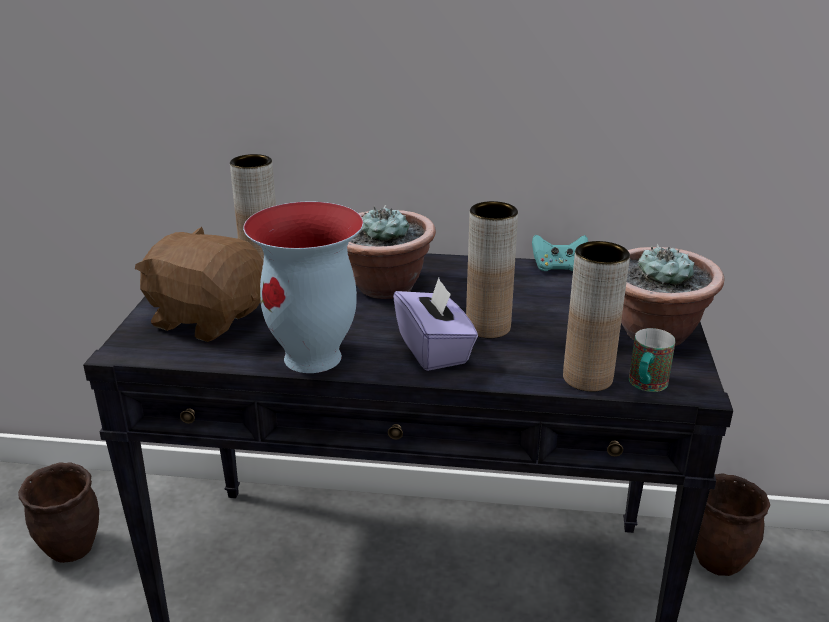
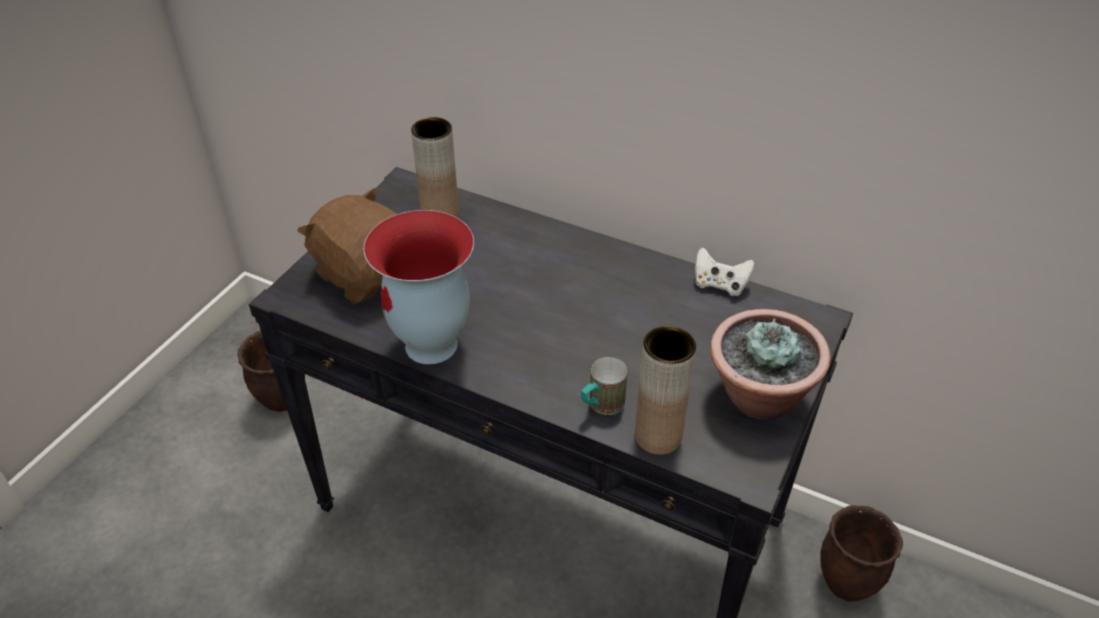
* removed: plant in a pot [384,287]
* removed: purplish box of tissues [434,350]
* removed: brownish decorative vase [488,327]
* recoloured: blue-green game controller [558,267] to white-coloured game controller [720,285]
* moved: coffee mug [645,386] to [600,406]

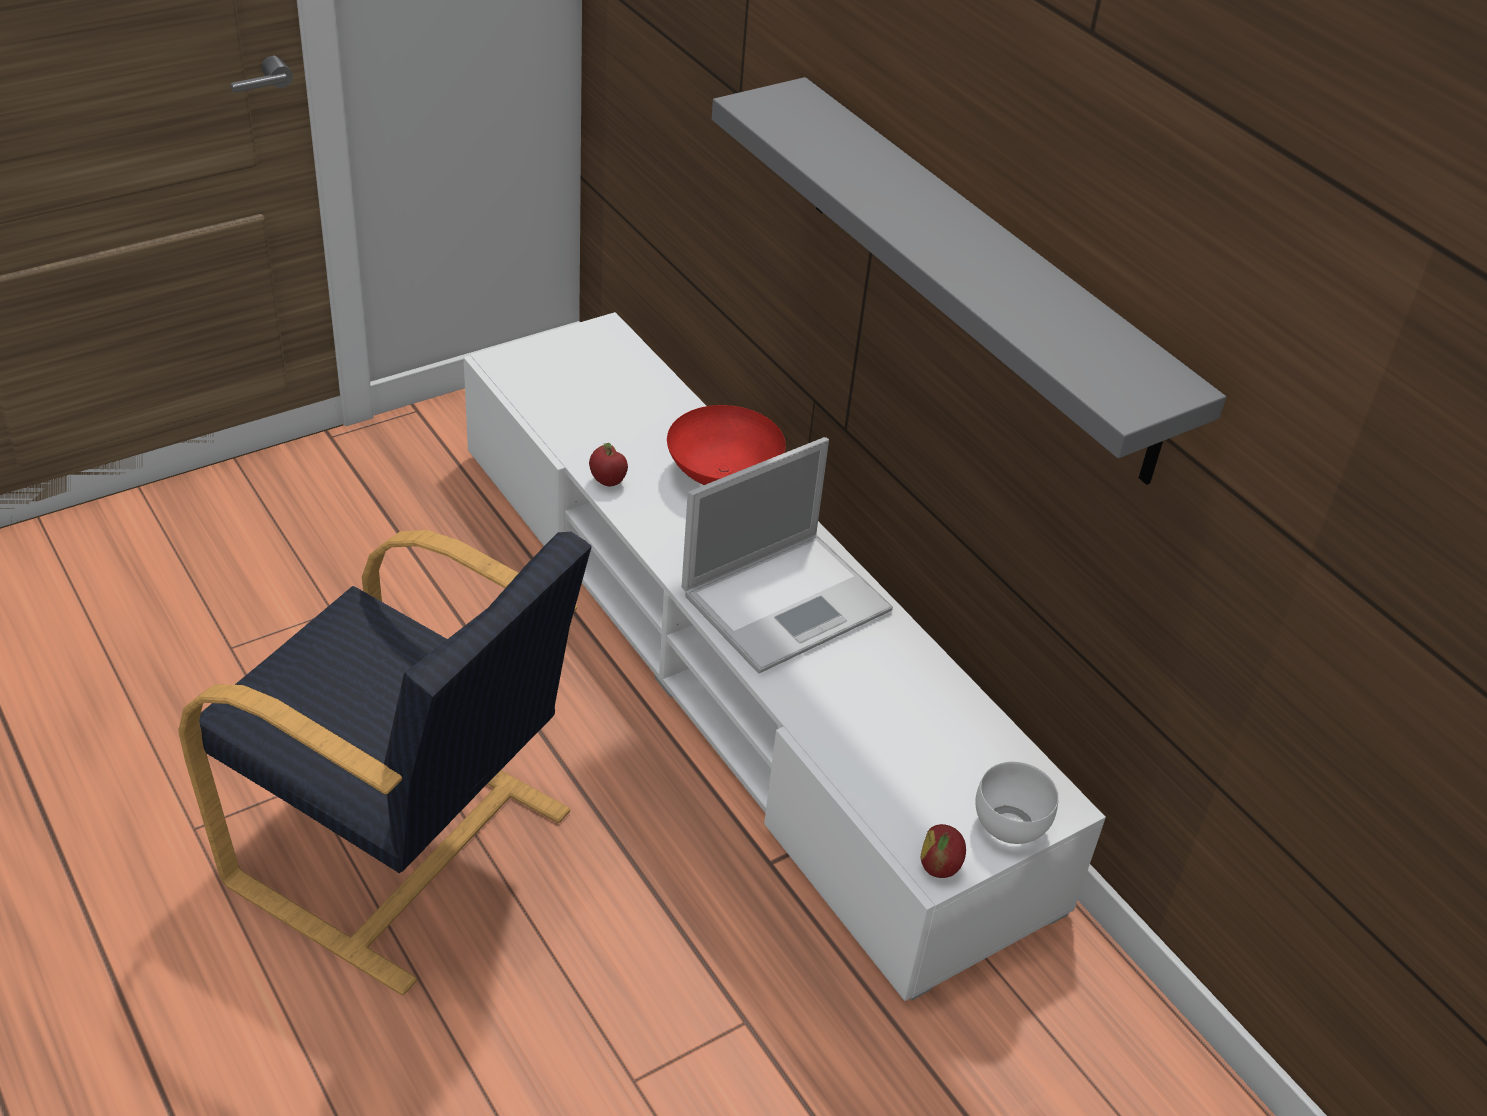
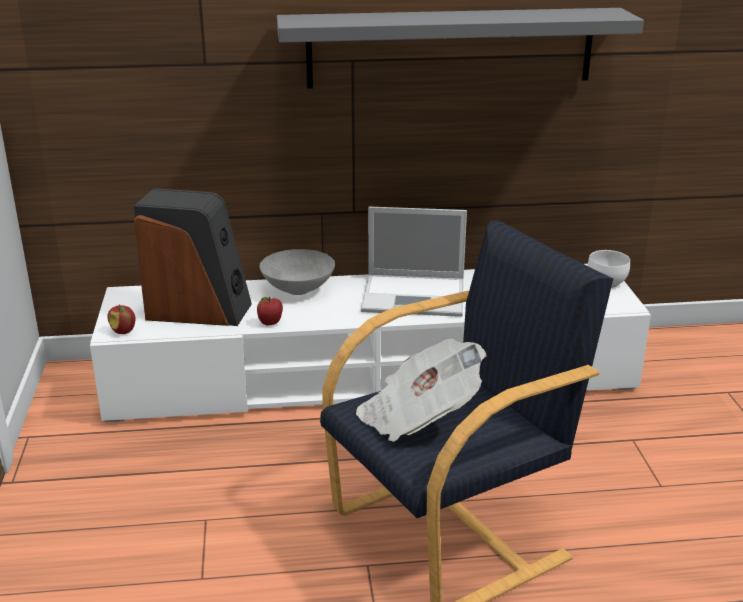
* recoloured: red-coloured bowl [725,475] to grey bowl [298,289]
* turned: portable computer [788,600] = [416,296] 105 degrees clockwise
* moved: apple fruit [939,868] to [123,331]
* added: audio speaker [199,310]
* added: printed paper [419,416]

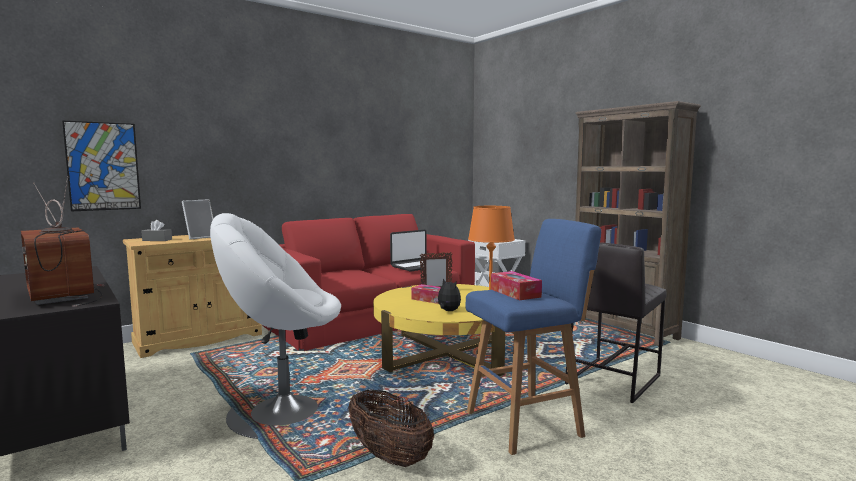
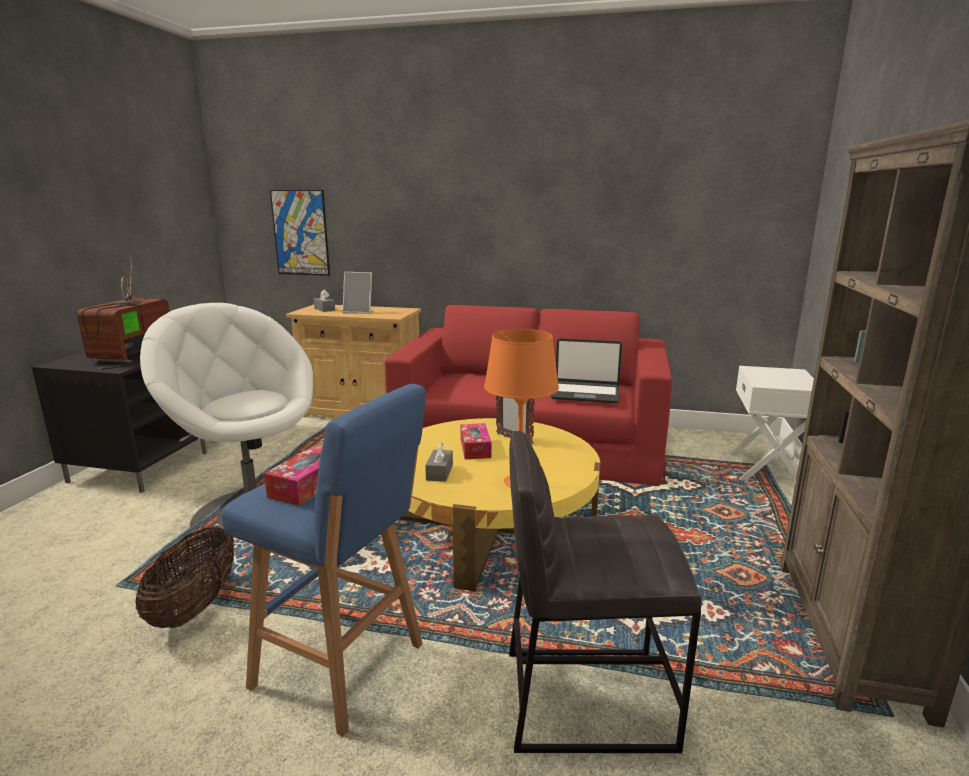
* replaced: soft toy [447,311] to grey box of tissues [439,472]

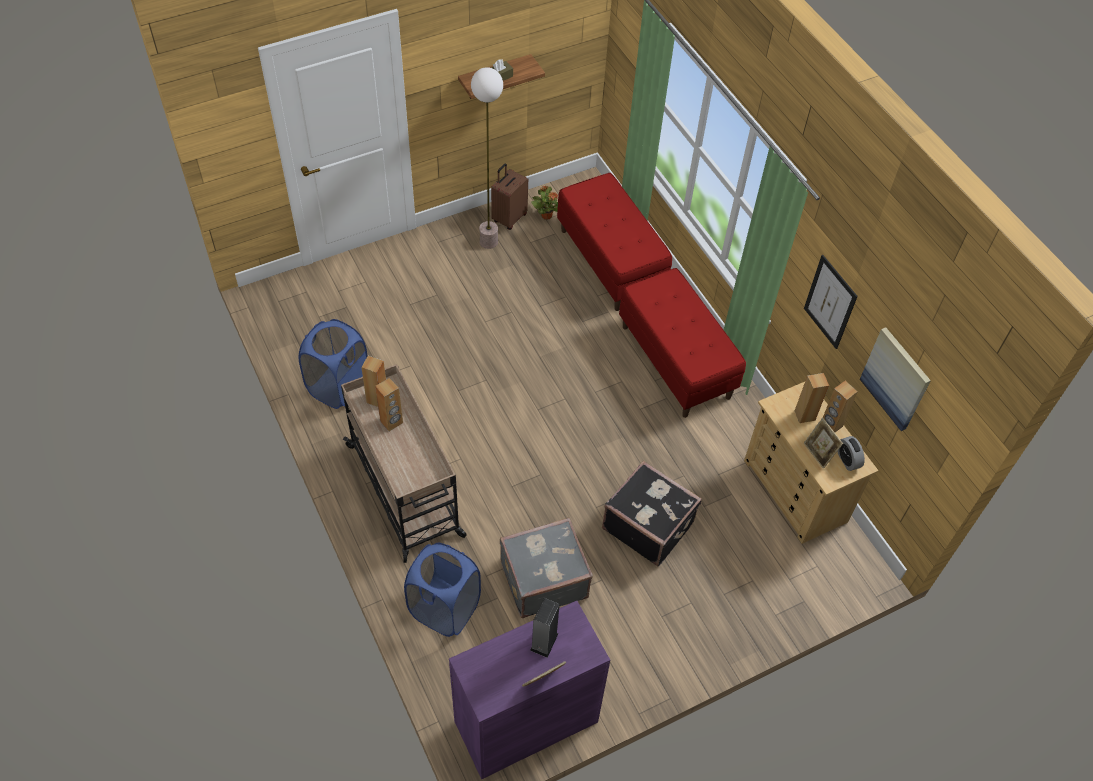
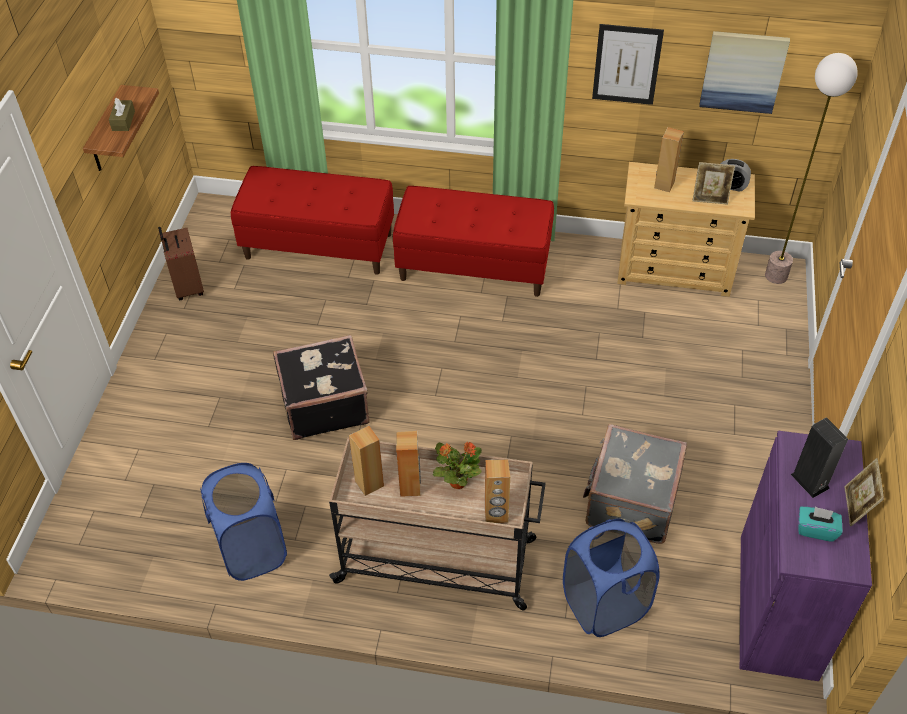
* moved: floor lamp [488,241] to [775,276]
* moved: plant in a pot [546,215] to [457,482]
* moved: black piece of luggage [648,525] to [323,404]
* moved: brownish audio speaker [831,425] to [496,514]
* added: blue-green box of tissues [816,529]

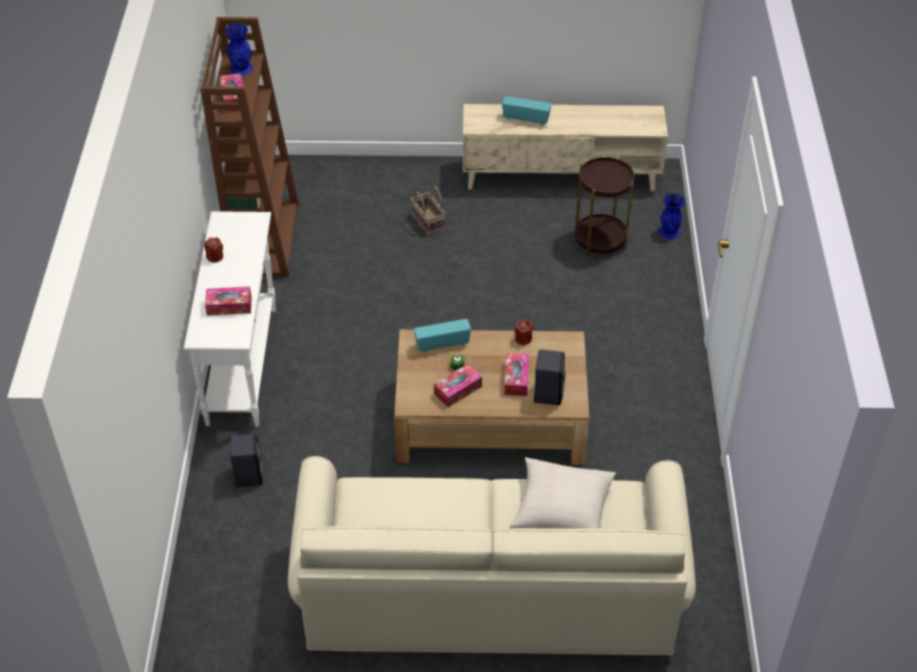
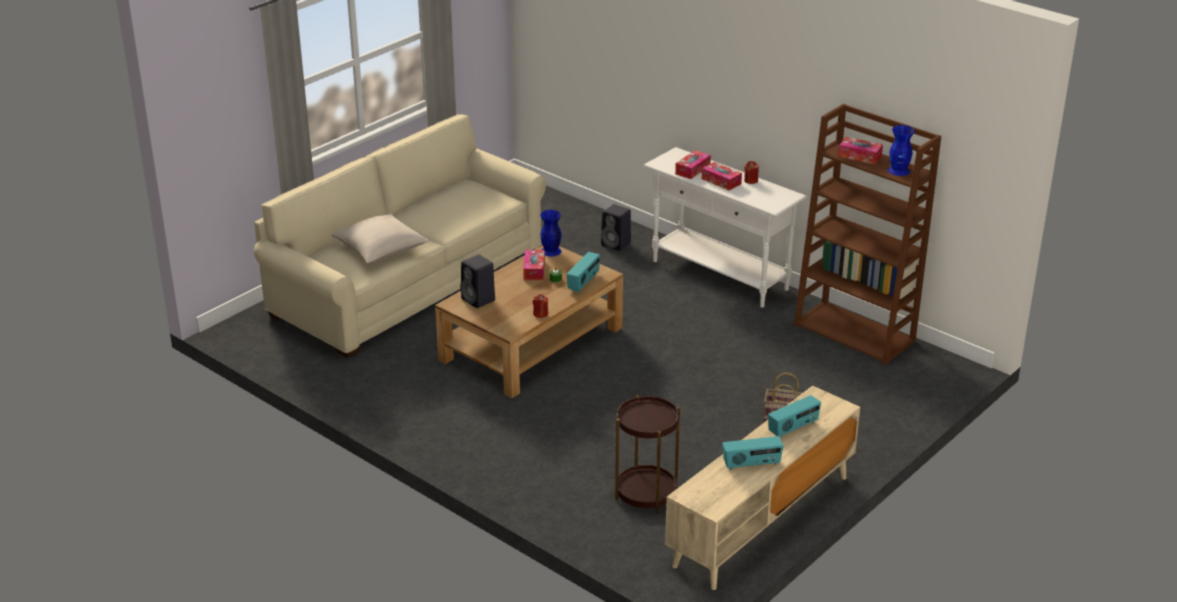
* moved: box of tissues [516,379] to [721,181]
* moved: bluish decorative vase [669,232] to [550,251]
* added: radio set [751,464]

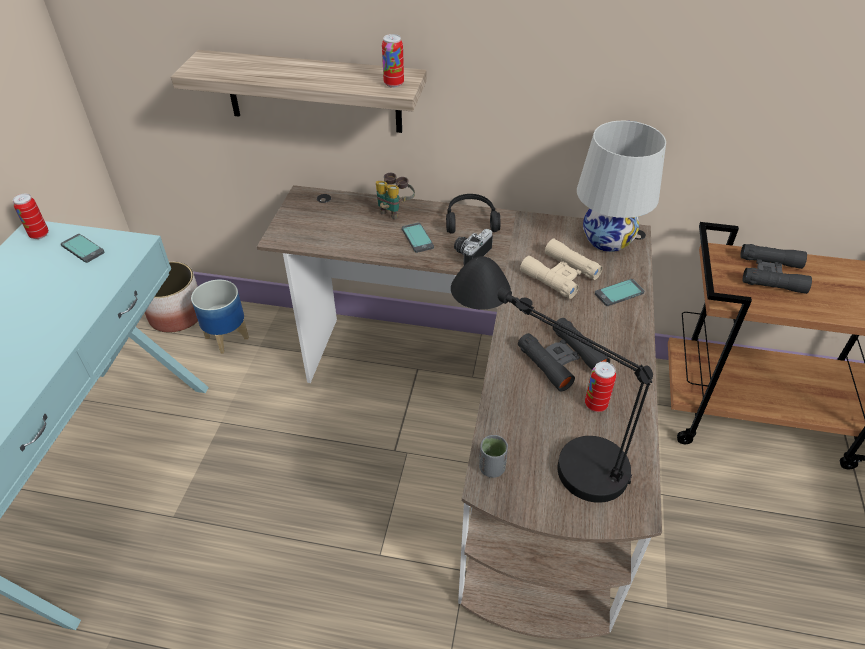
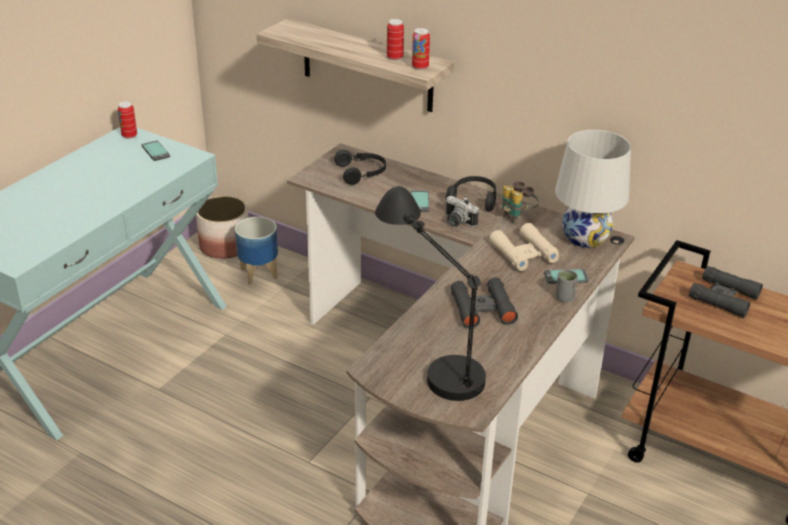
* moved: pair of binoculars [394,210] to [517,217]
* turned: photo camera [470,254] = [456,222] 105 degrees counterclockwise
* moved: grey cup [491,468] to [564,298]
* moved: sealed can [596,404] to [394,58]
* added: black pair of headphones [362,173]

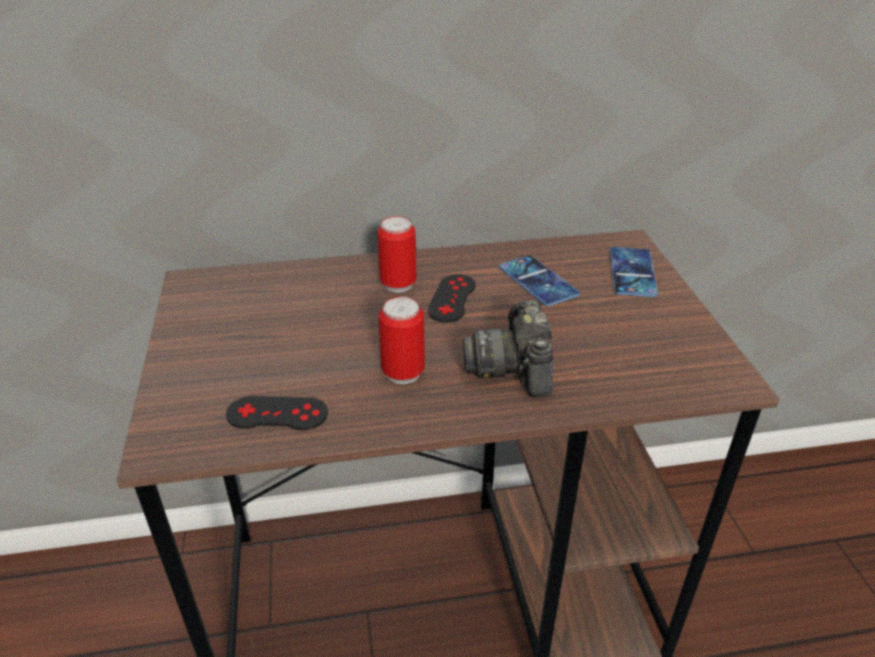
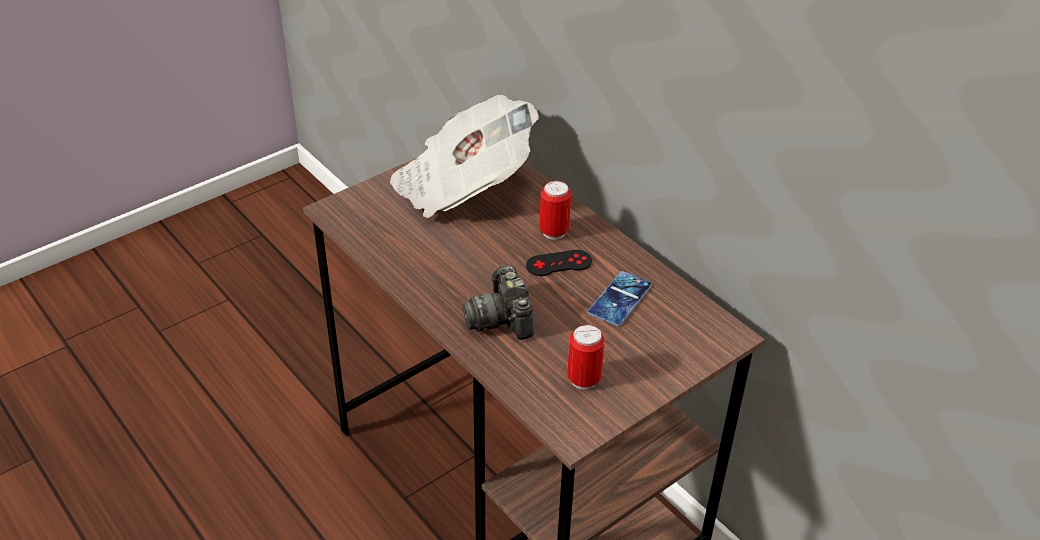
* removed: black game controller [277,414]
* moved: sealed can [403,373] to [583,379]
* turned: photo camera [513,368] = [501,318] 75 degrees counterclockwise
* removed: telephone [632,272]
* added: printed paper [462,186]

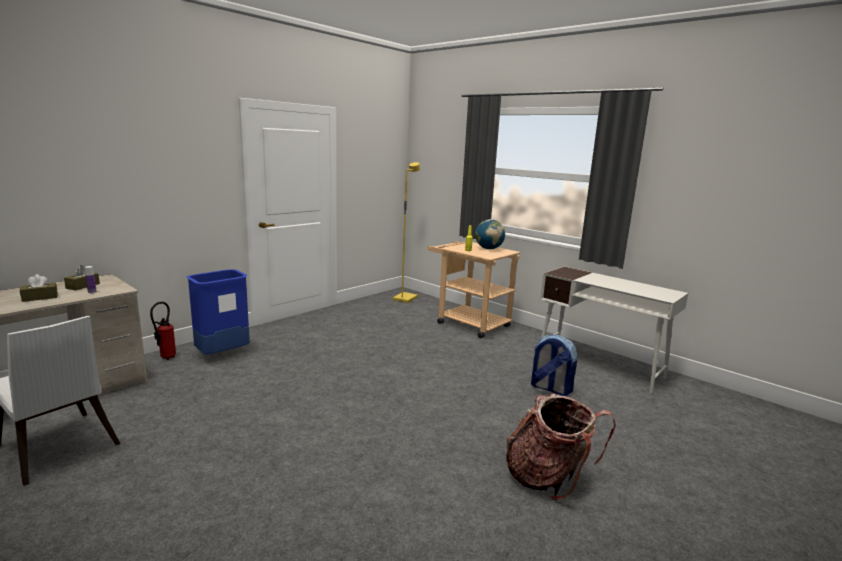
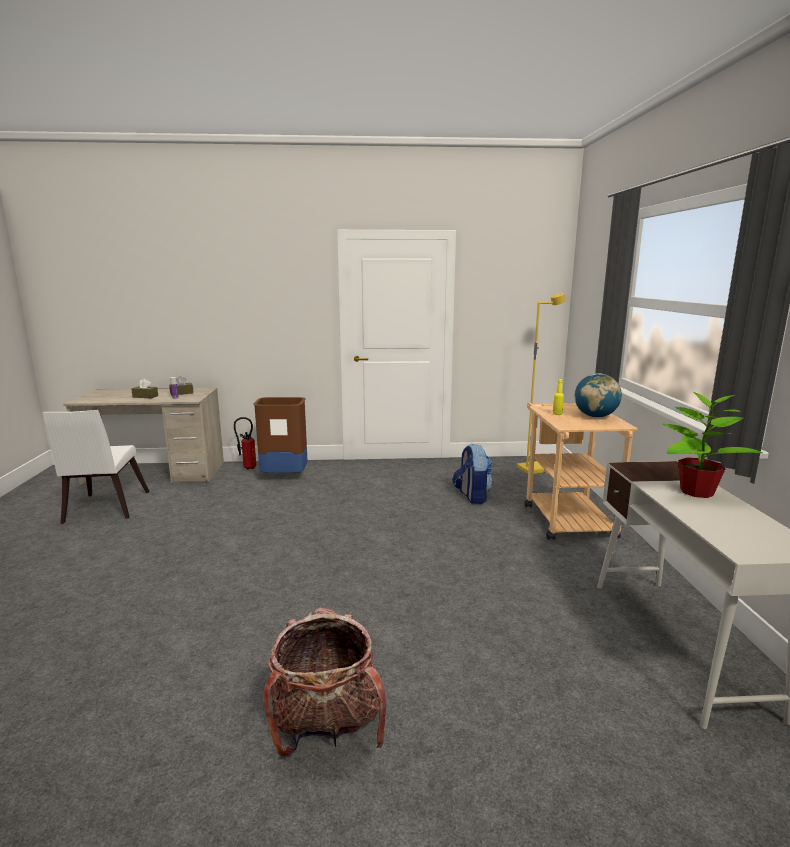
* recoloured: bluish rubbish bin [223,354] to brownish rubbish bin [284,476]
* moved: backpack [550,388] to [472,496]
* added: plant in a pot [695,491]

